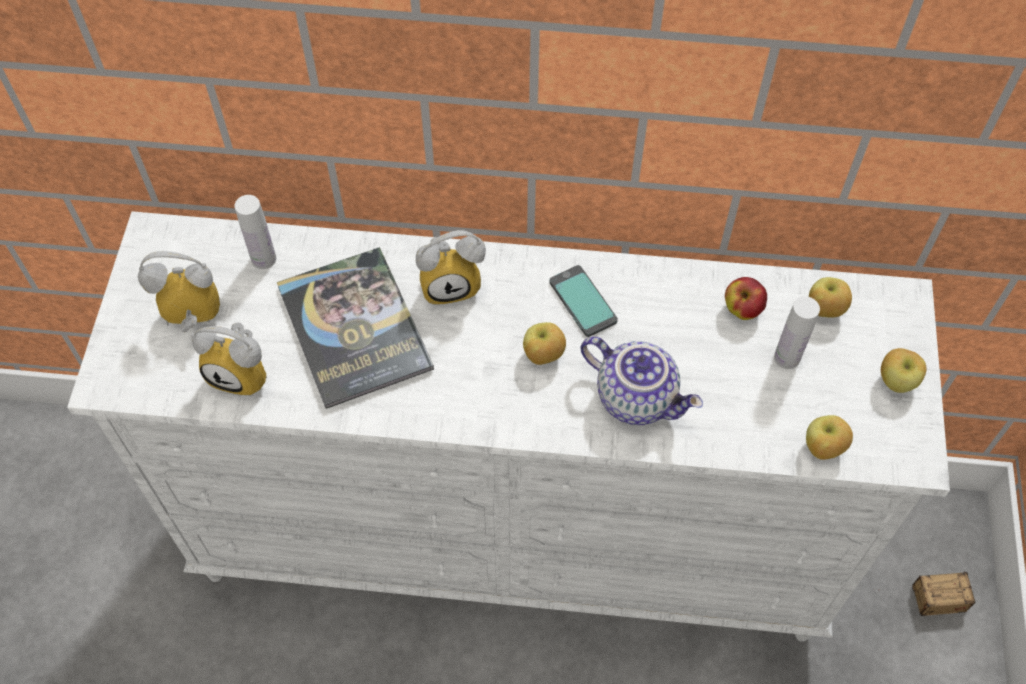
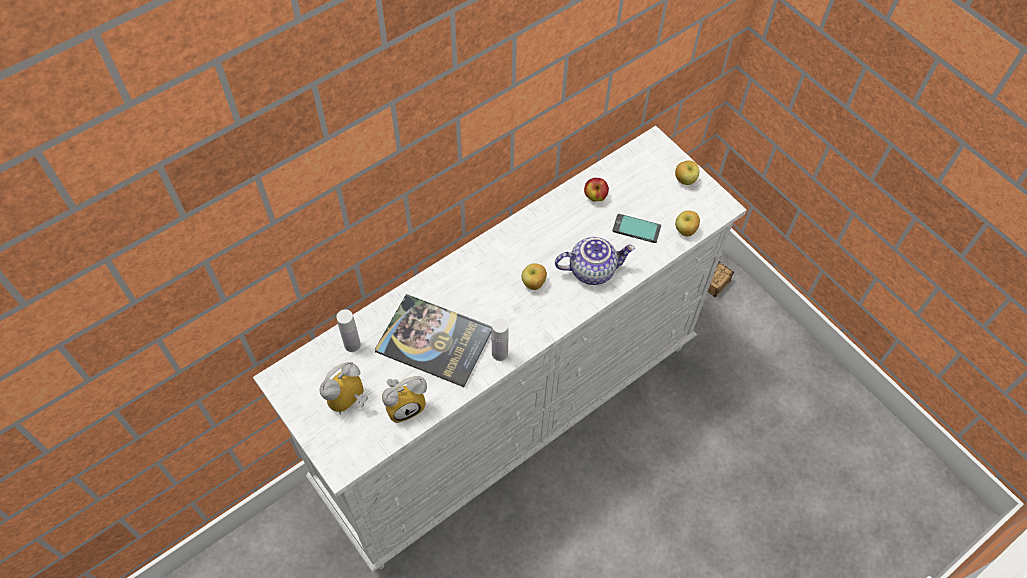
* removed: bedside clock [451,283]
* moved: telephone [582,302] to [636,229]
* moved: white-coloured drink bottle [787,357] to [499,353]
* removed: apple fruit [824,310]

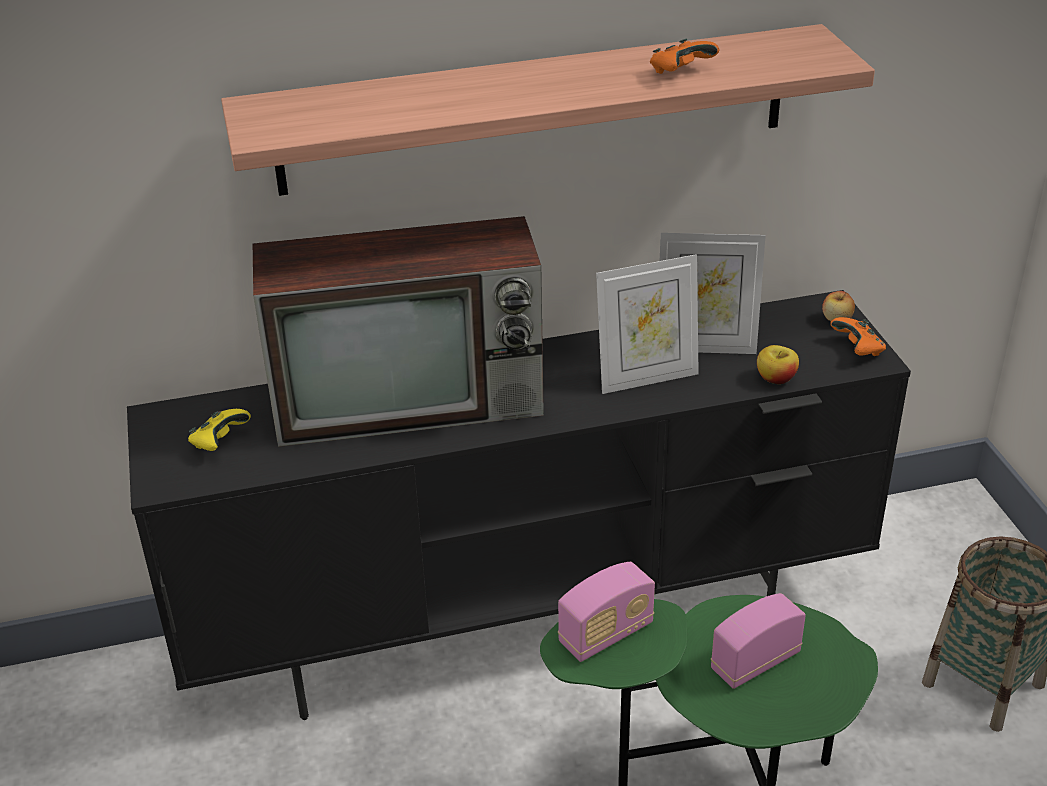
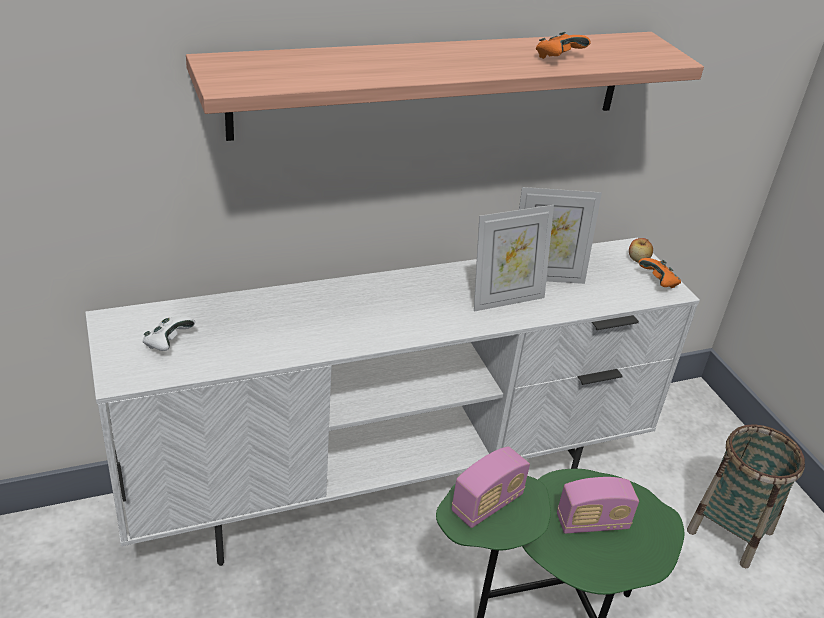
* recoloured: black tv stand [531,623] to white-coloured tv stand [394,485]
* recoloured: yellow-coloured game controller [219,442] to white-coloured game controller [168,343]
* removed: TV [413,401]
* turned: radio set [755,662] = [592,523] 150 degrees counterclockwise
* removed: apple fruit [776,379]

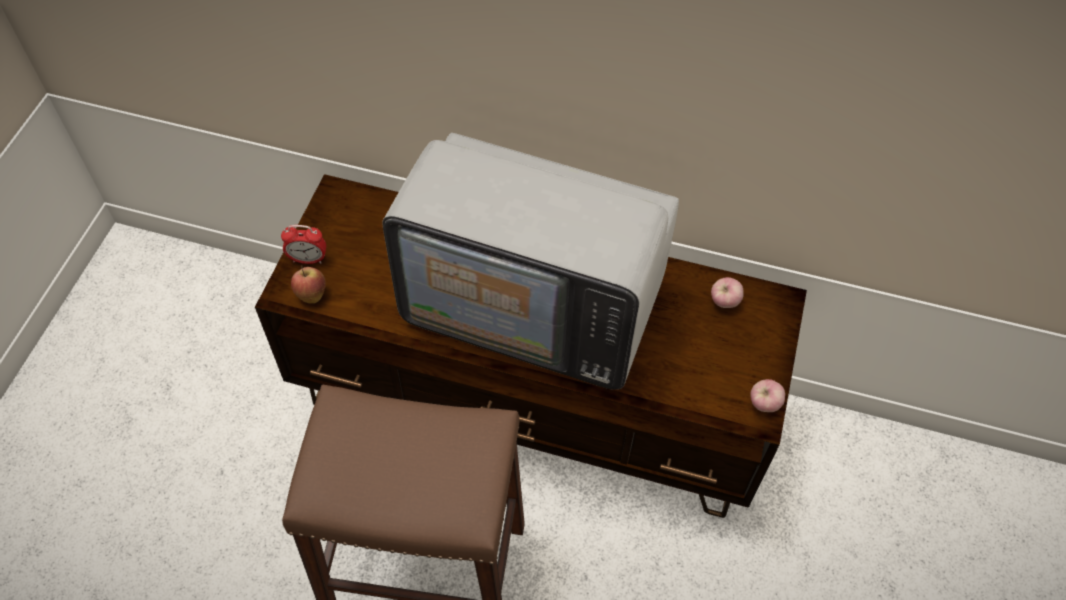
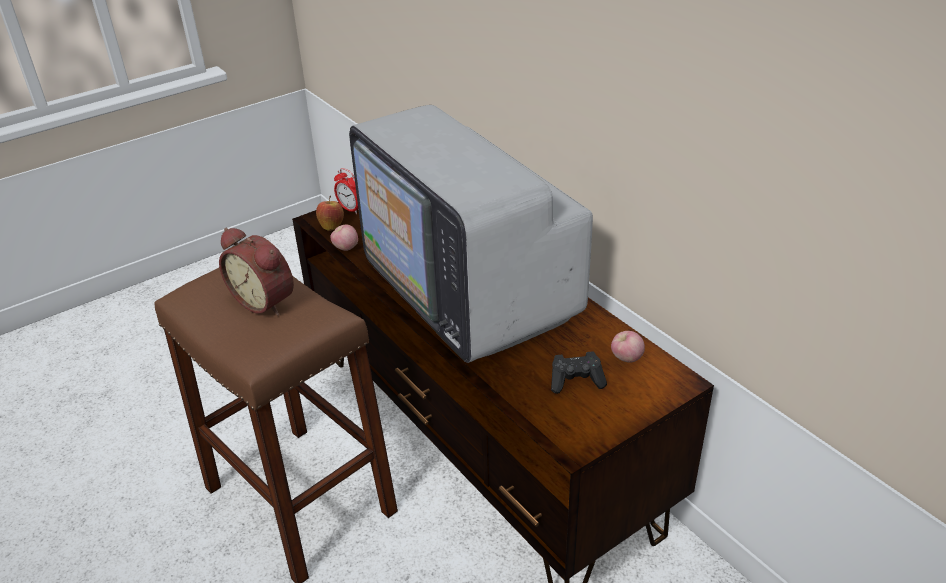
* moved: apple fruit [764,404] to [345,248]
* added: bedside clock [266,300]
* added: black game controller [576,381]

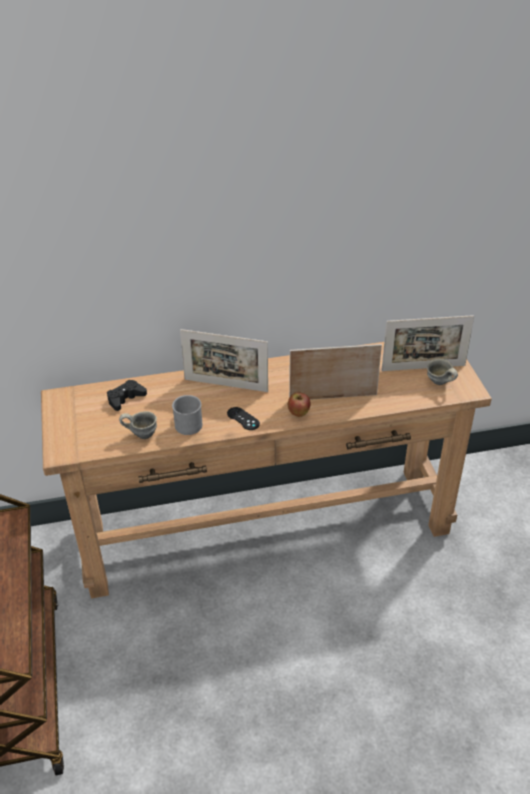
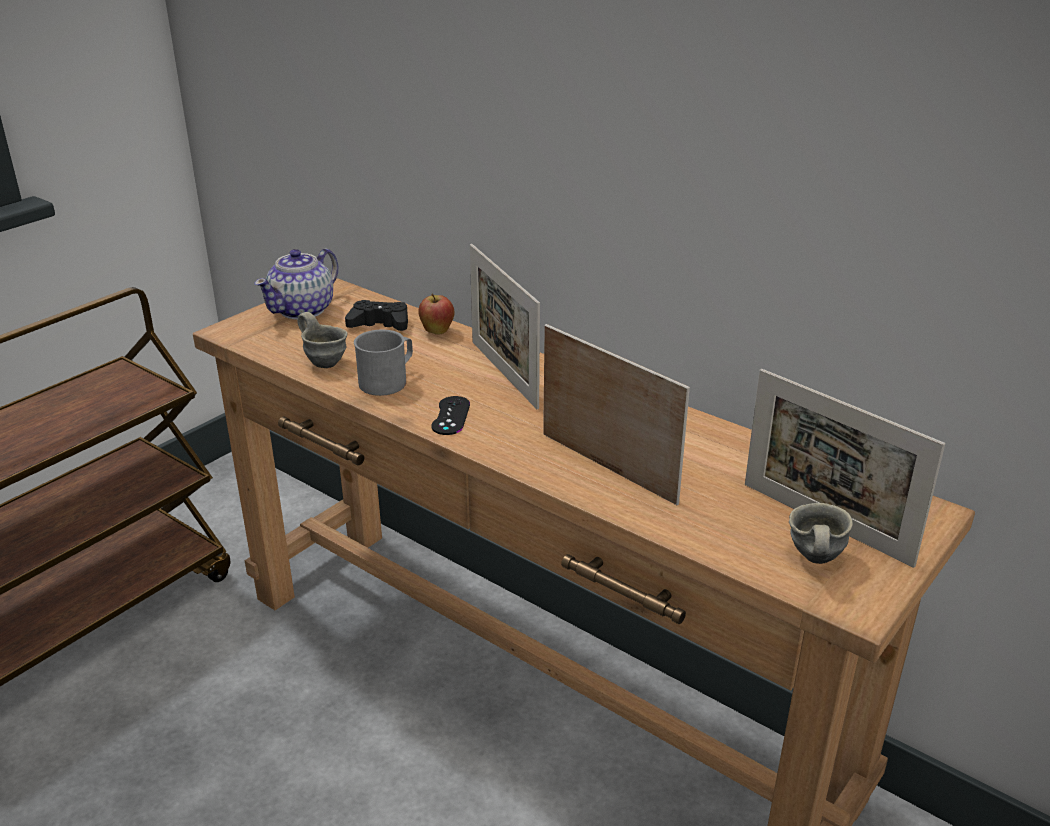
* moved: apple fruit [298,414] to [437,332]
* added: teapot [303,310]

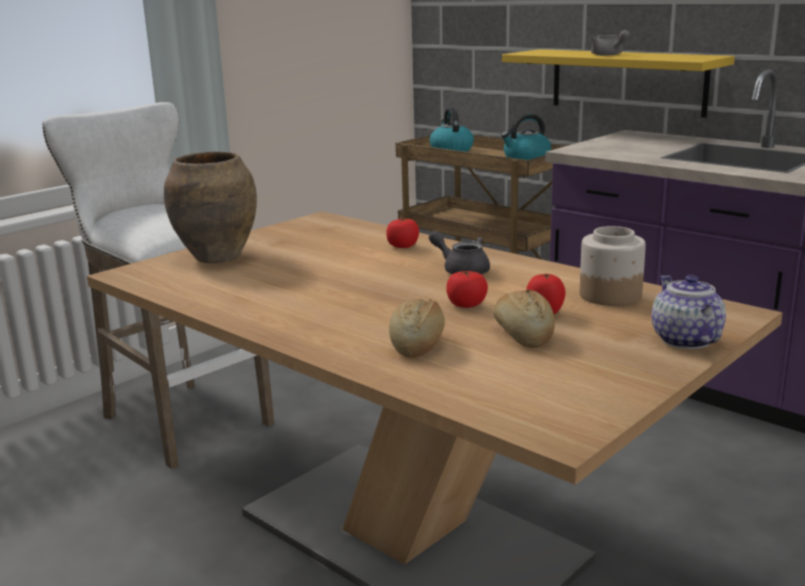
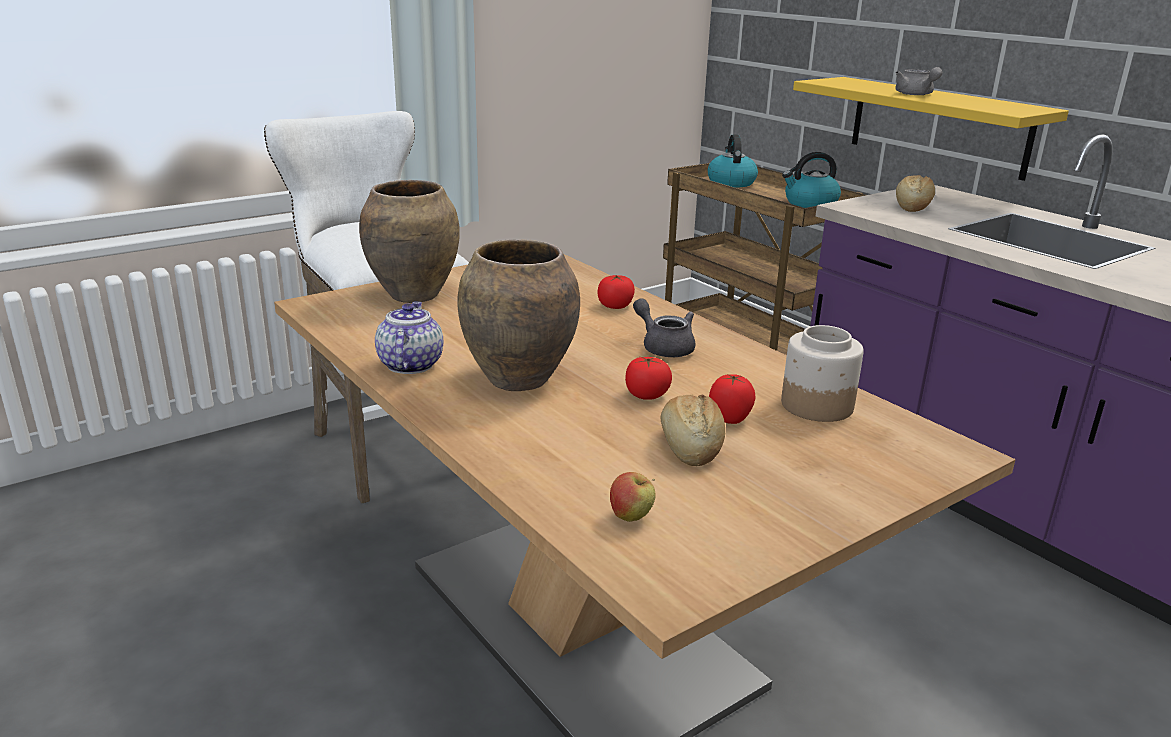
* moved: bread [417,344] to [912,206]
* moved: teapot [684,339] to [410,364]
* added: brownish decorative vase [518,379]
* added: apple fruit [631,517]

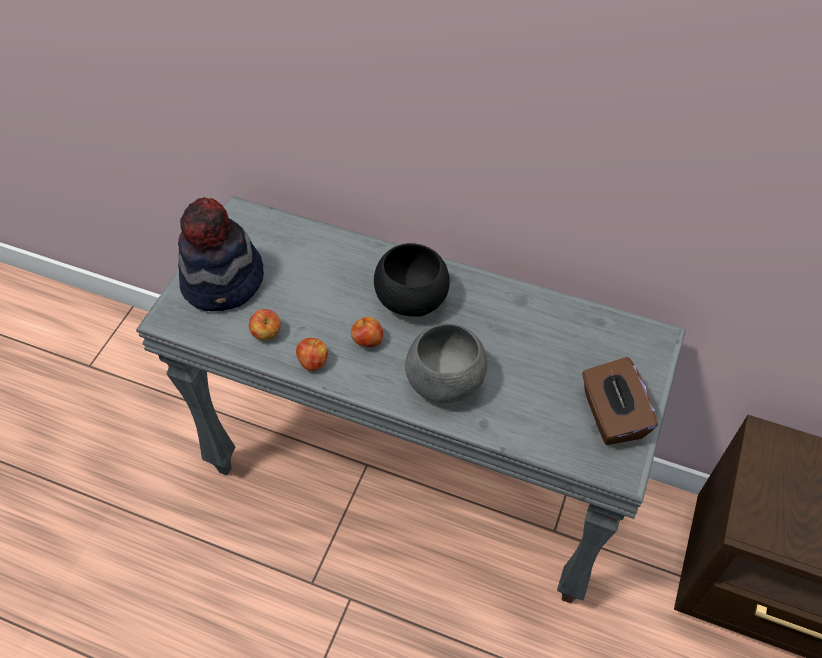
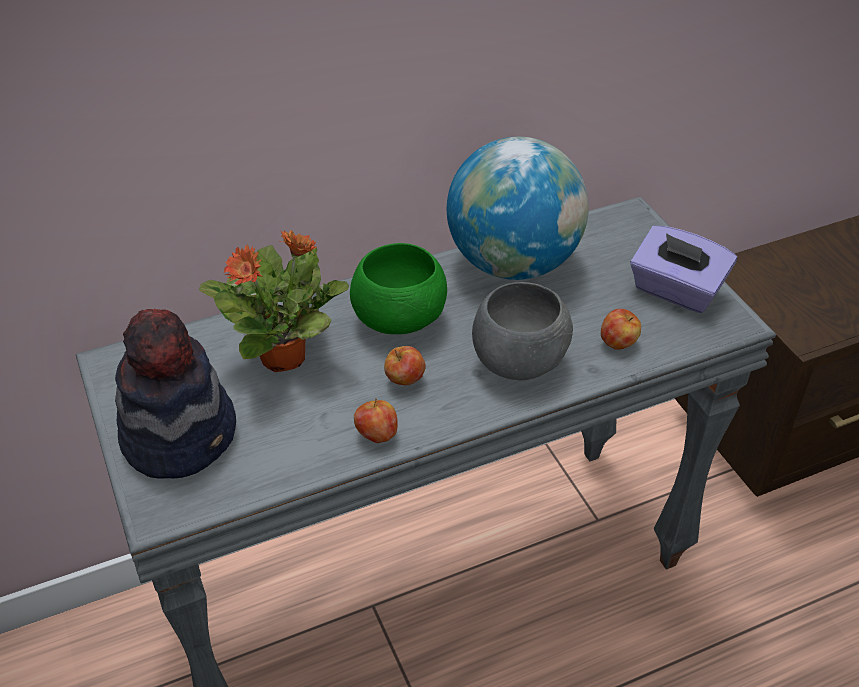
* moved: apple fruit [266,334] to [618,343]
* recoloured: black bowl [411,301] to green-coloured bowl [400,321]
* recoloured: brownish box of tissues [611,416] to purplish box of tissues [676,291]
* added: plant in a pot [285,356]
* added: desk globe [513,263]

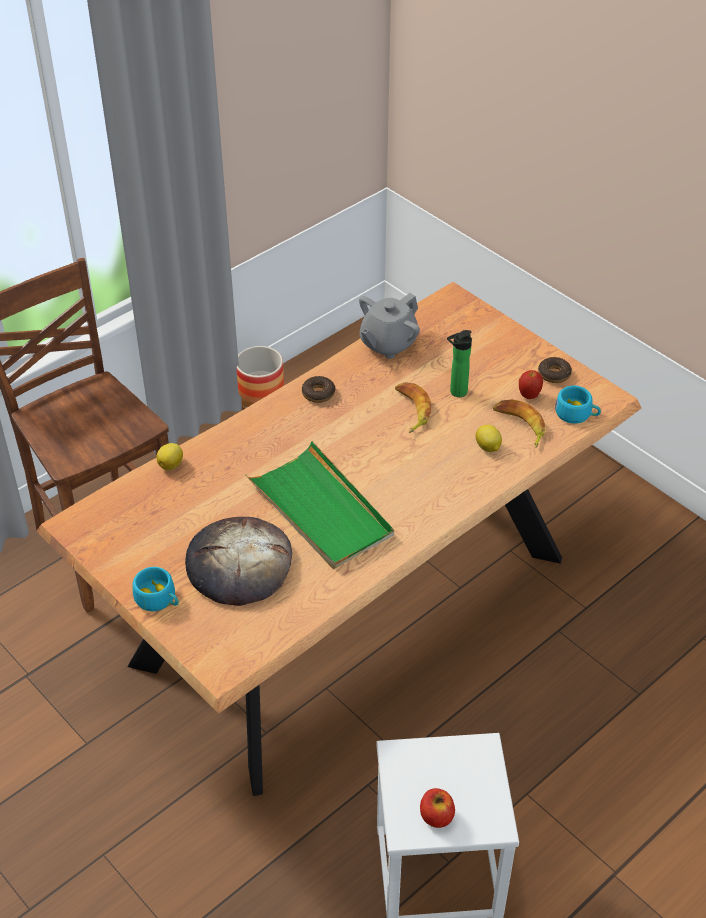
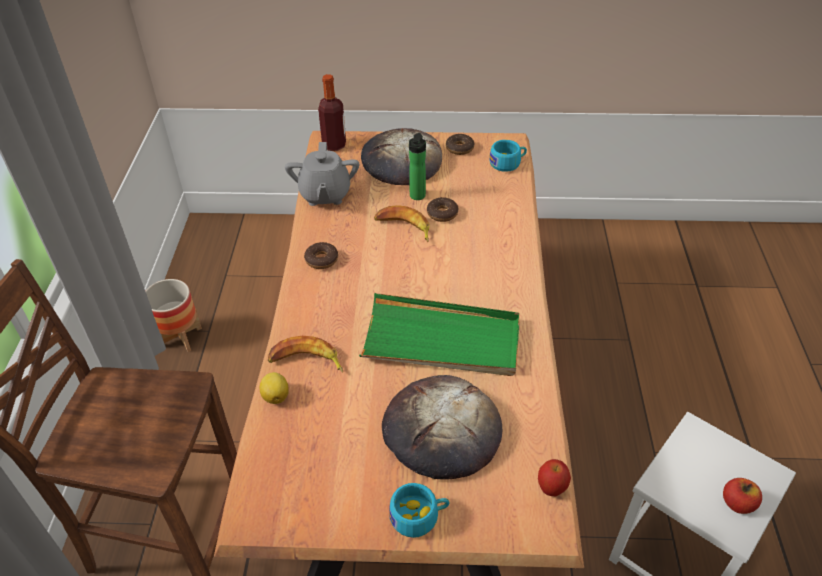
* removed: whole lemon [488,447]
* moved: banana fruit [519,426] to [306,361]
* moved: apple fruit [529,396] to [551,489]
* added: drink bottle [334,145]
* added: bread [401,161]
* added: ring doughnut [442,213]

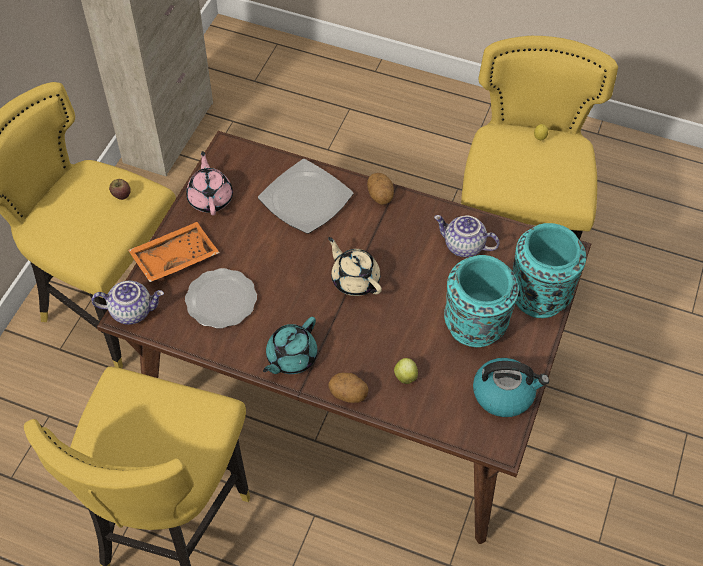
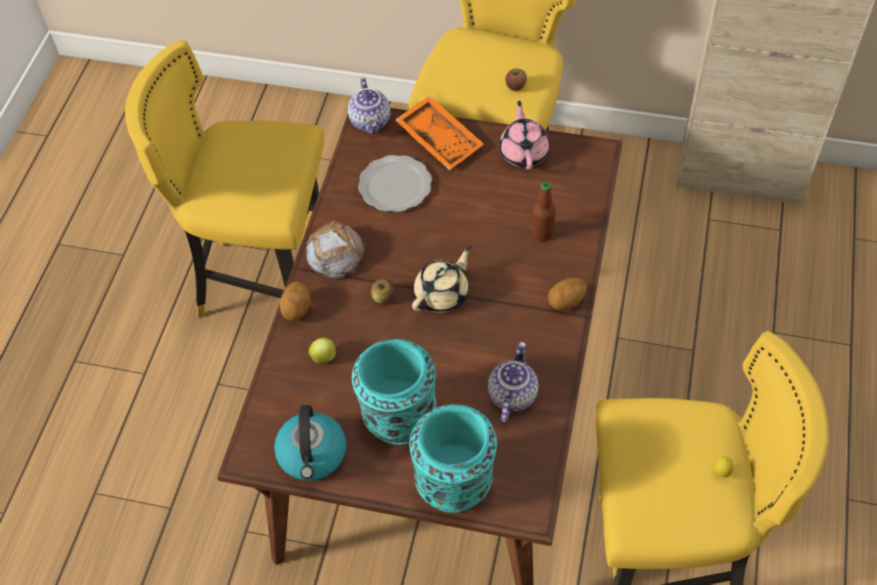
* turned: pink teapot [210,198] = [524,152] 75 degrees counterclockwise
* replaced: dinner plate [305,200] to drink bottle [542,233]
* replaced: blue-green teapot [291,357] to bread [335,254]
* added: apple fruit [383,297]

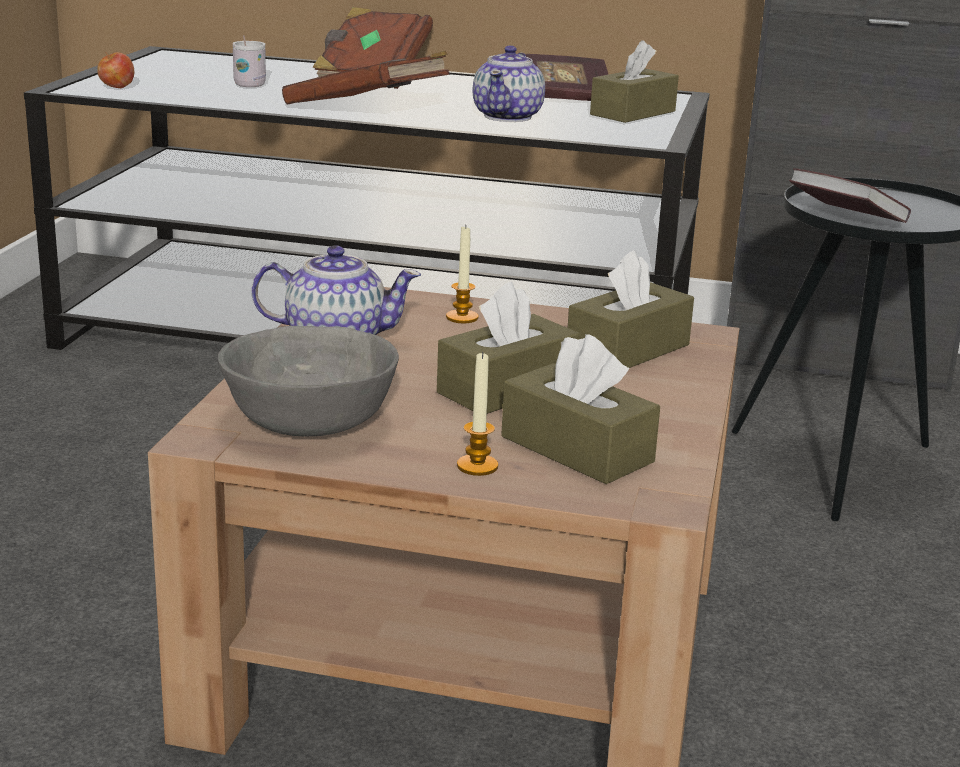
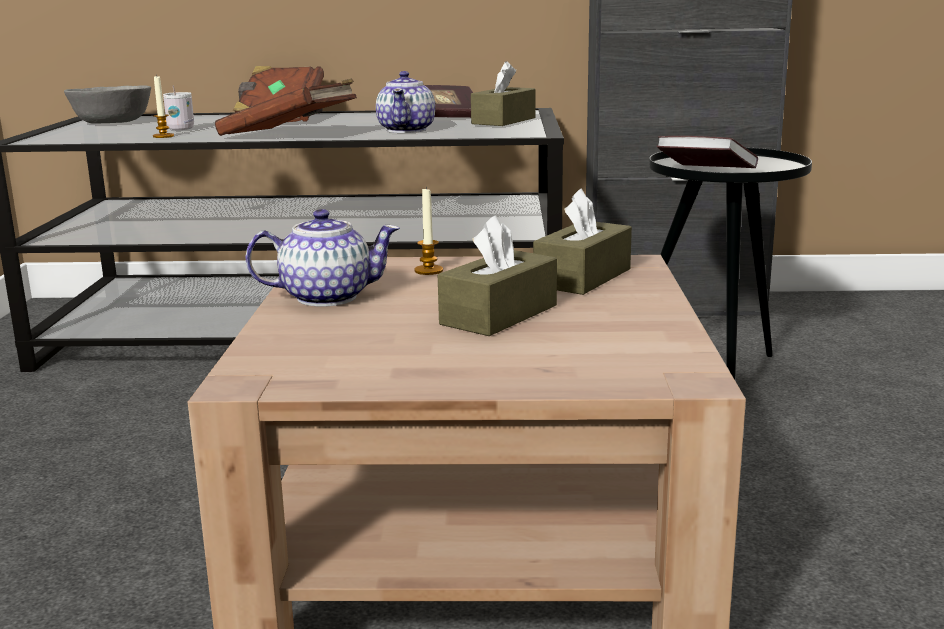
* removed: apple fruit [117,88]
* moved: grey bowl [308,420] to [111,122]
* moved: wax candle [477,466] to [163,136]
* removed: brownish box of tissues [576,449]

